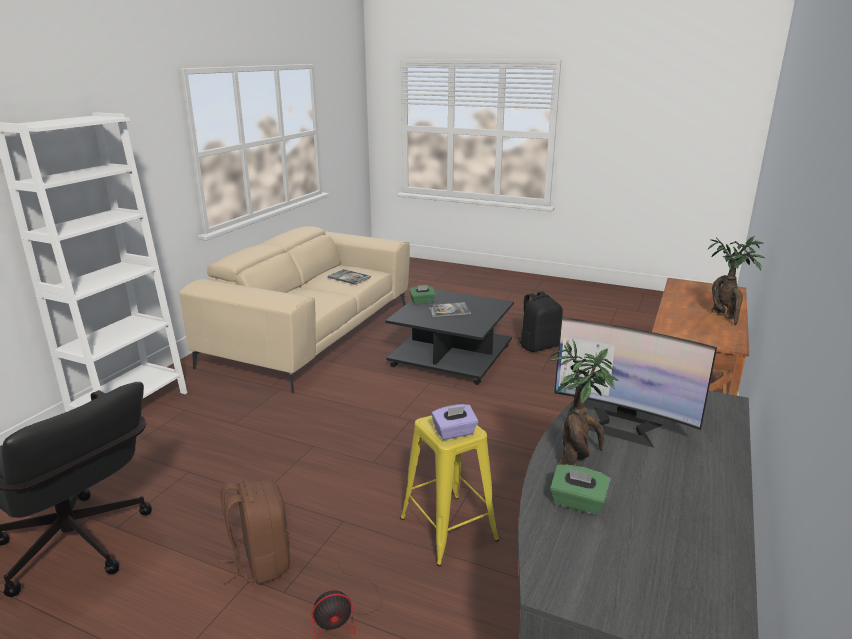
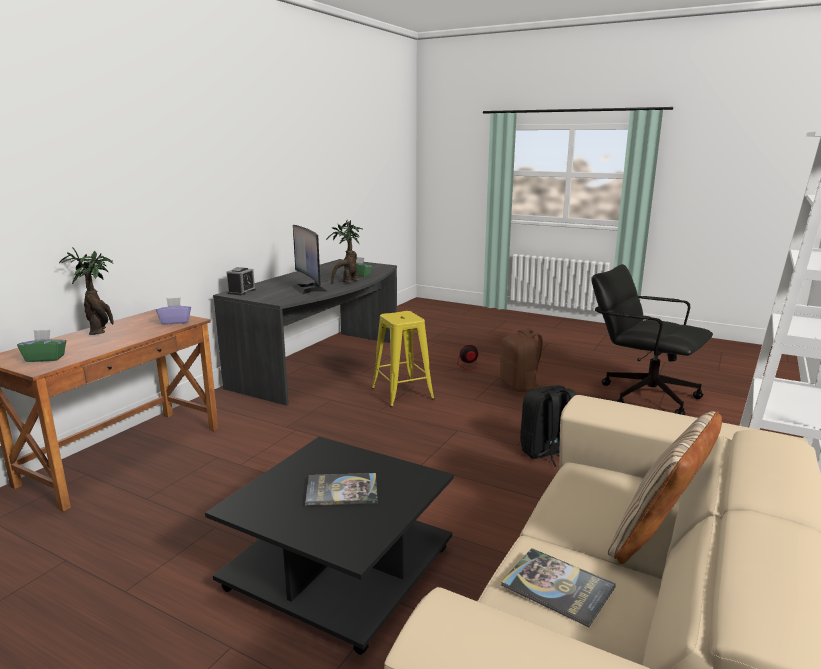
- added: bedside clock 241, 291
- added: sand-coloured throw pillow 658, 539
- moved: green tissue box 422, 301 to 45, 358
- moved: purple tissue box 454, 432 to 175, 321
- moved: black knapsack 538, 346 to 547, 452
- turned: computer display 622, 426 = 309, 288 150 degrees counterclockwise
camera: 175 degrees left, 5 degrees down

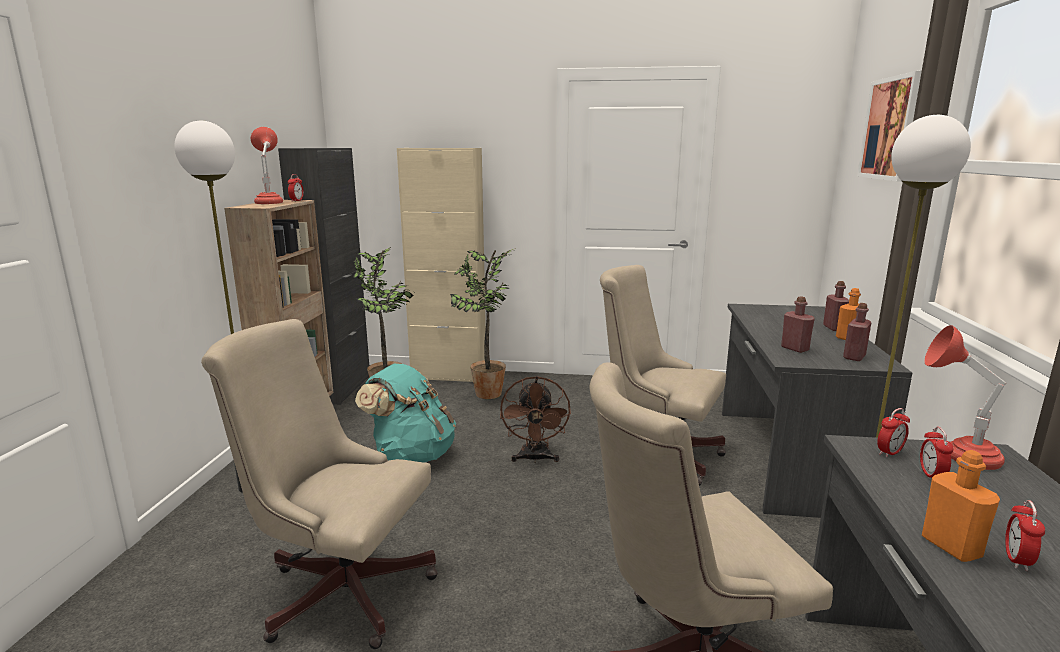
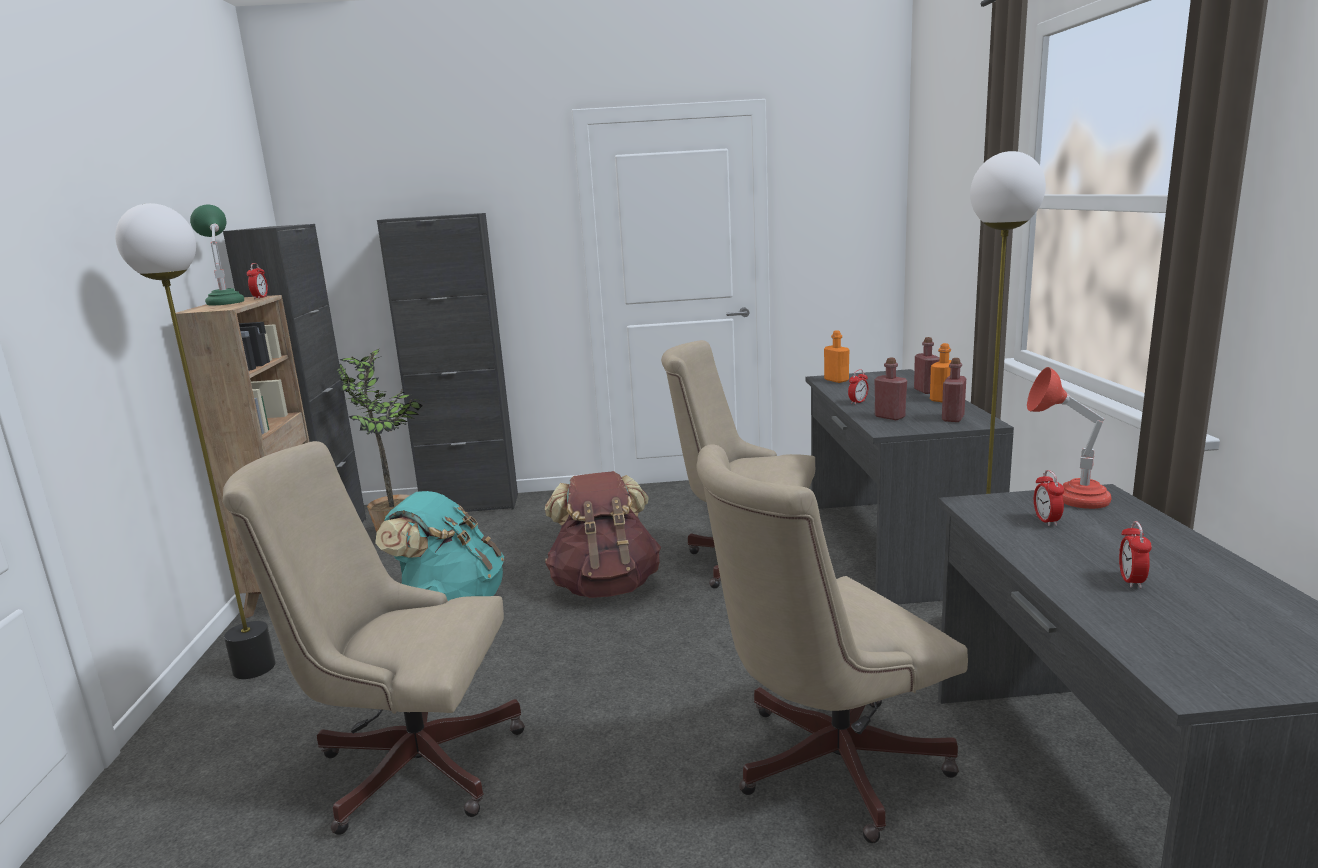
- removed: plant in a pot 488, 395
- removed: wall art 891, 128
- moved: bedside clock 889, 453 to 858, 402
- moved: orange-coloured drink bottle 951, 546 to 836, 380
- replaced: brown-coloured cooling fan 535, 459 to brown-coloured knapsack 606, 586
- recoloured: reddish table lamp 270, 202 to green table lamp 225, 302
- recoloured: sand-coloured cupboard 449, 375 to black cupboard 471, 505
camera: 10 degrees left, 0 degrees up

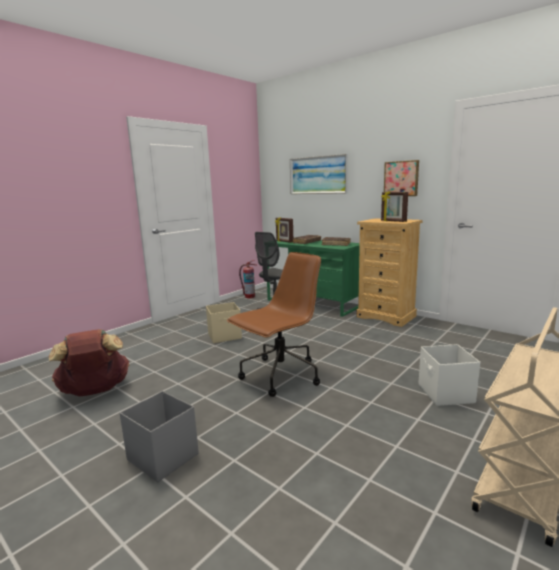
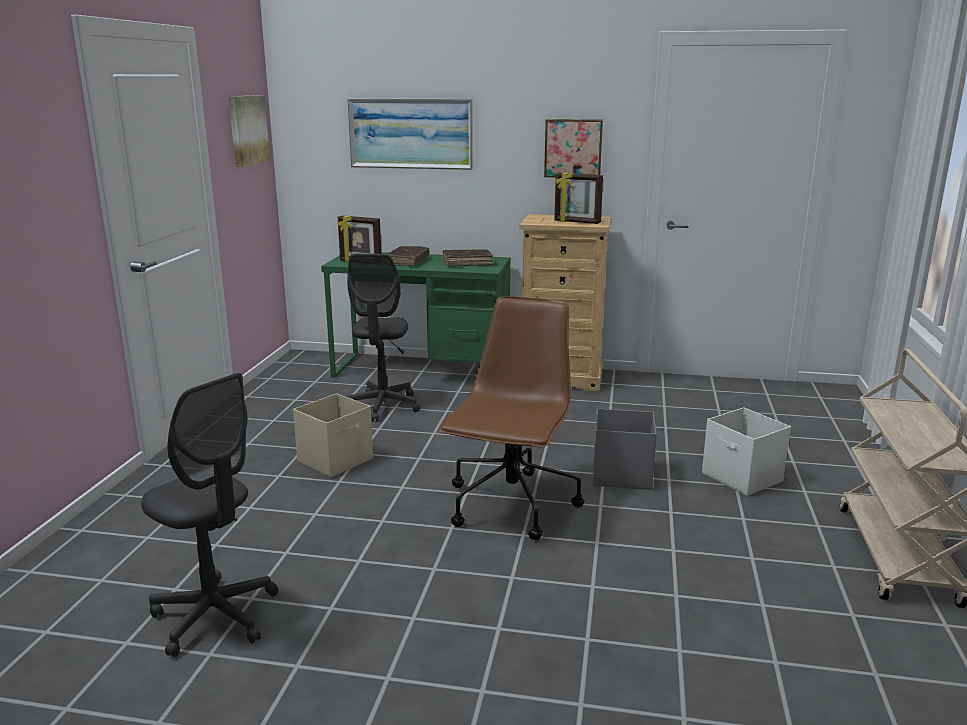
- removed: extinguisher 249, 296
- added: wall art 247, 130
- moved: greyish storage box 163, 456 to 620, 475
- replaced: brown-coloured knapsack 95, 391 to greyish desk chair 215, 616
camera: 30 degrees left, 5 degrees up

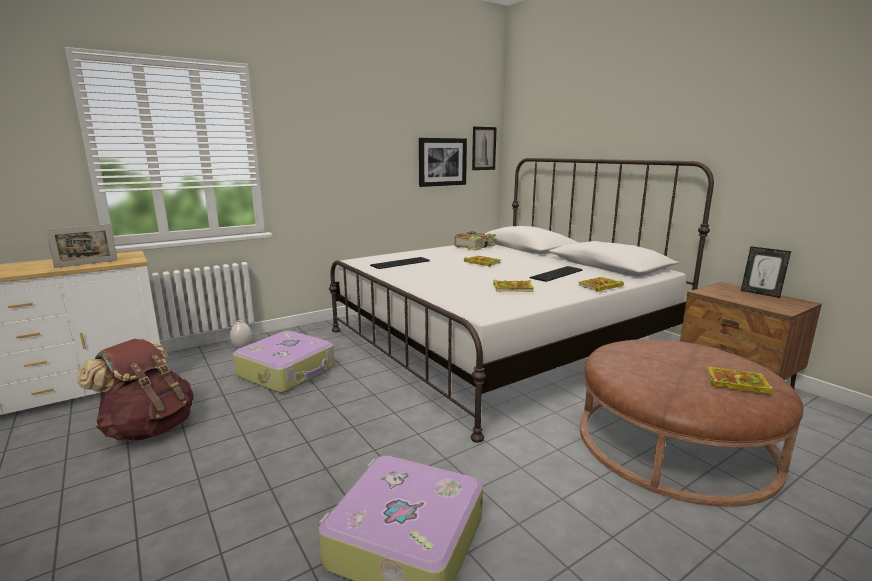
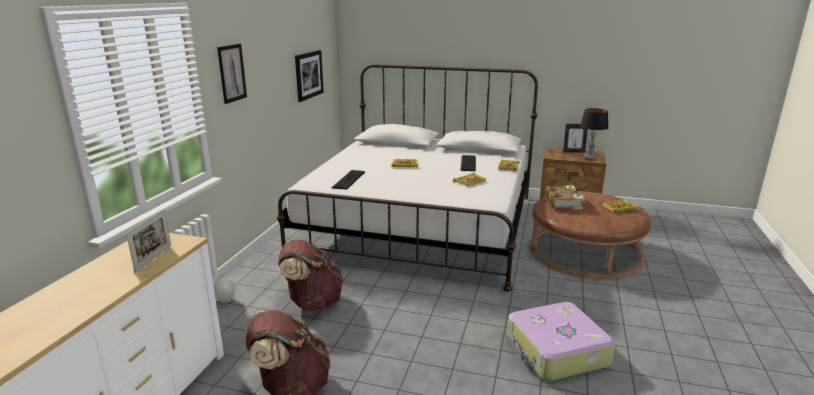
- added: table lamp 589, 158
- moved: volume 475, 246 to 563, 203
- moved: wall art 484, 148 to 232, 73
- replaced: travel case 287, 372 to brown-coloured knapsack 312, 302
camera: 40 degrees left, 5 degrees up

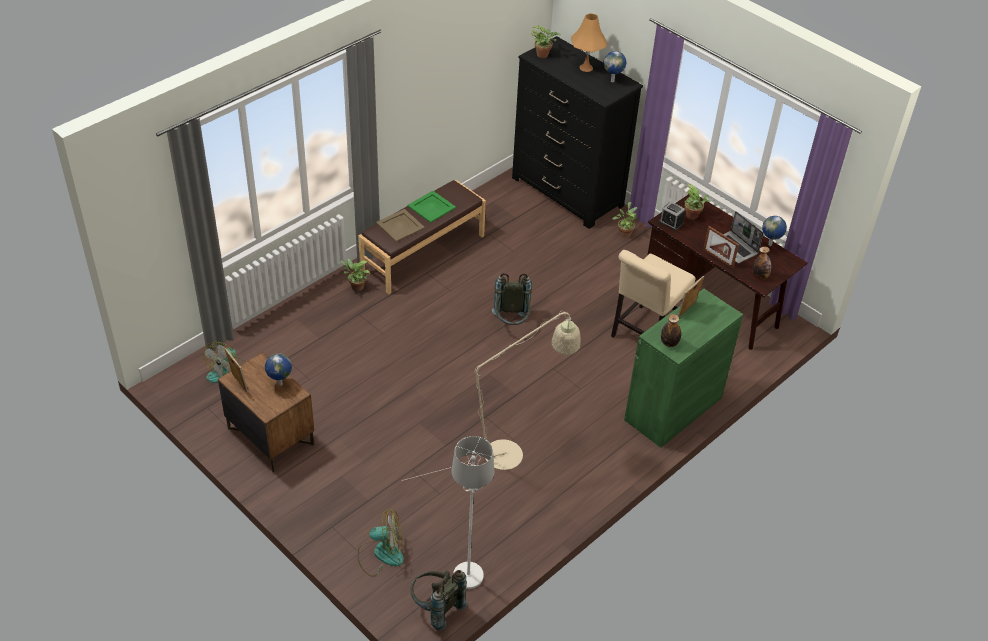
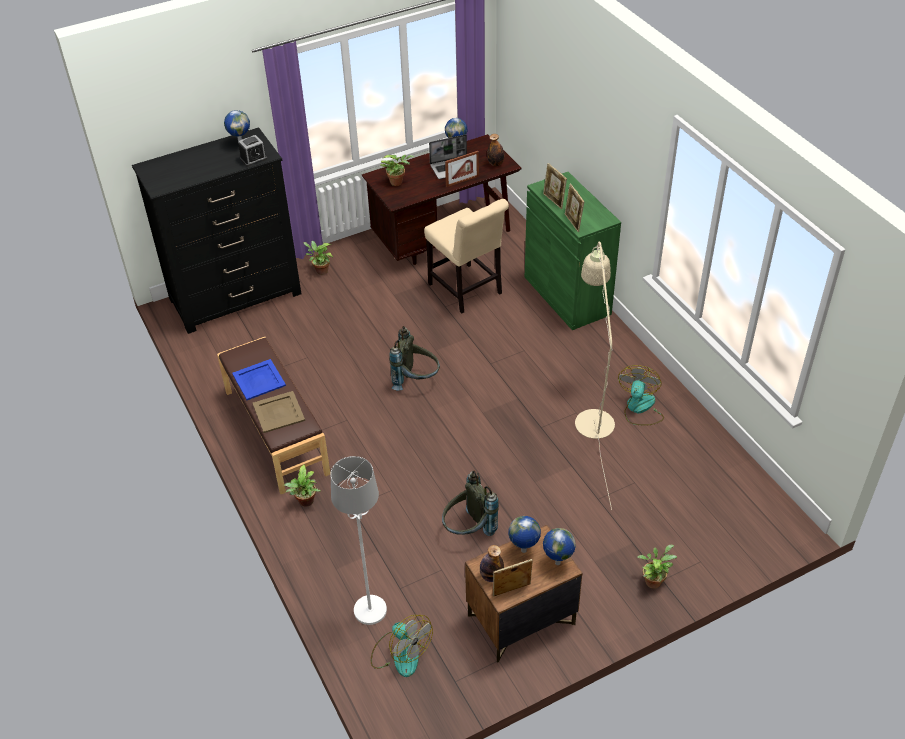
- removed: orange-coloured table lamp 586, 67
- added: world globe 557, 563
- added: standing frame 573, 223
- moved: cooling fan 381, 554 to 639, 409
- moved: greyish knapsack 436, 608 to 468, 530
- moved: white standing lamp 468, 575 to 370, 610
- moved: plant in a pot 544, 55 to 653, 580
- moved: bedside clock 671, 223 to 253, 159
- moved: drink bottle 669, 343 to 491, 576
- recoloured: green serving tray 432, 207 to bluish serving tray 259, 379
camera: 70 degrees left, 0 degrees up

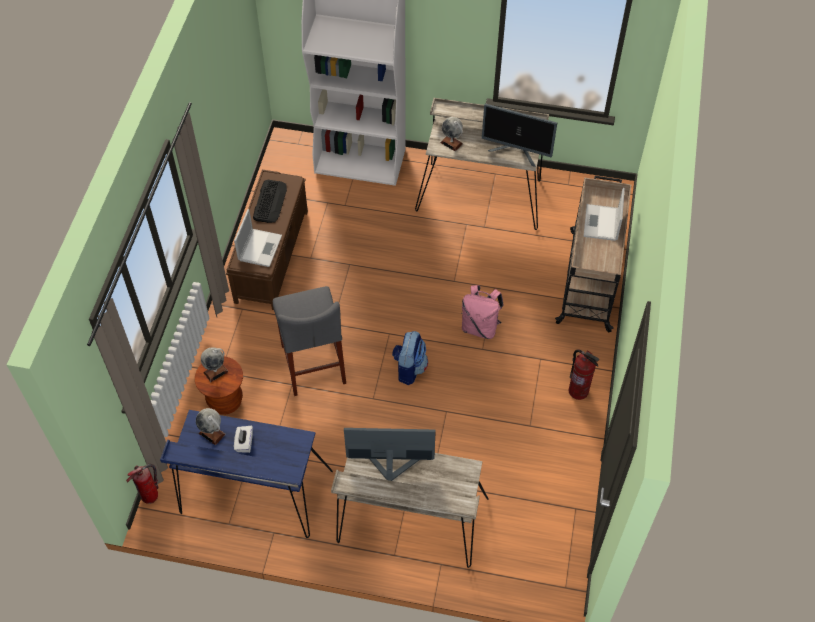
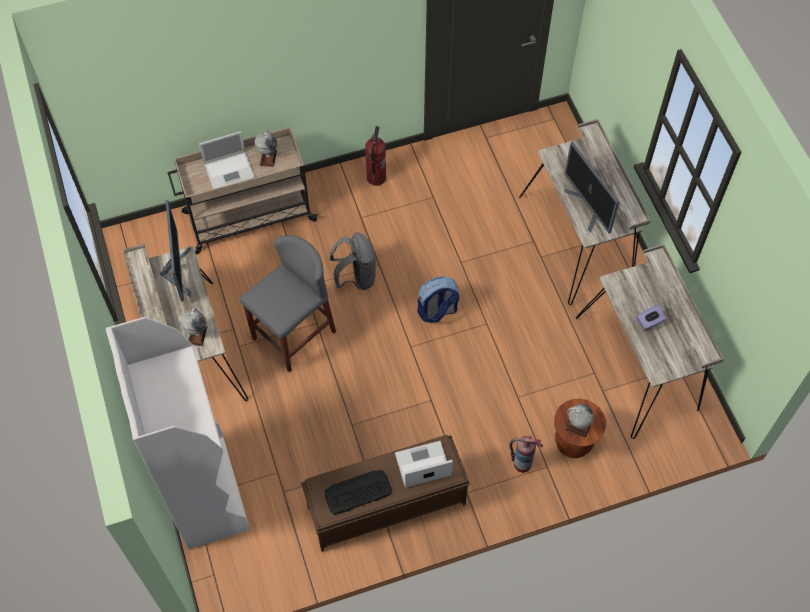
- moved: extinguisher 150, 496 to 522, 463
- moved: world globe 212, 433 to 268, 157
- moved: greyish stool seat 313, 364 to 294, 335
- recoloured: bluish desk 253, 494 to sand-coloured desk 640, 365
- recoloured: white tissue box 244, 443 to purple tissue box 649, 322
- recoloured: pink knapsack 480, 327 to greyish knapsack 356, 277
camera: 120 degrees left, 5 degrees up

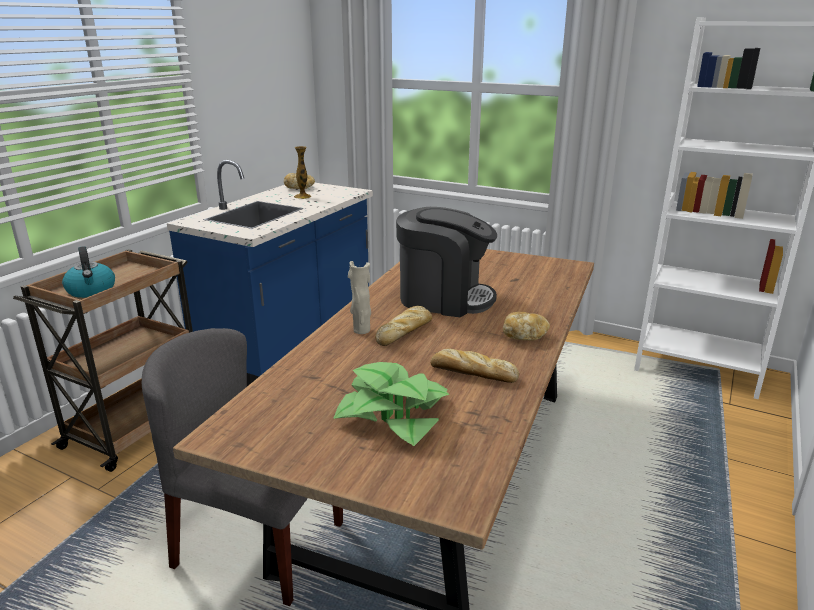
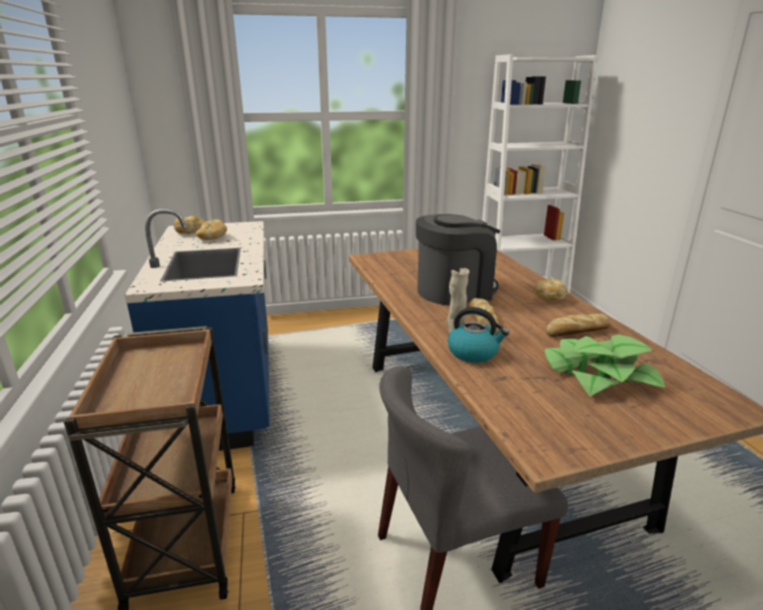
- moved: water kettle 91, 290 to 474, 352
- replaced: vase 302, 196 to baked bread 212, 238
camera: 40 degrees left, 0 degrees up

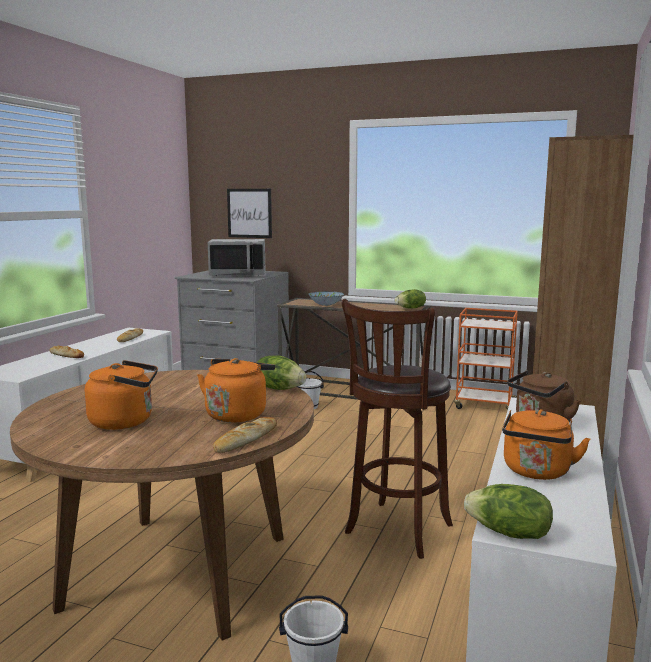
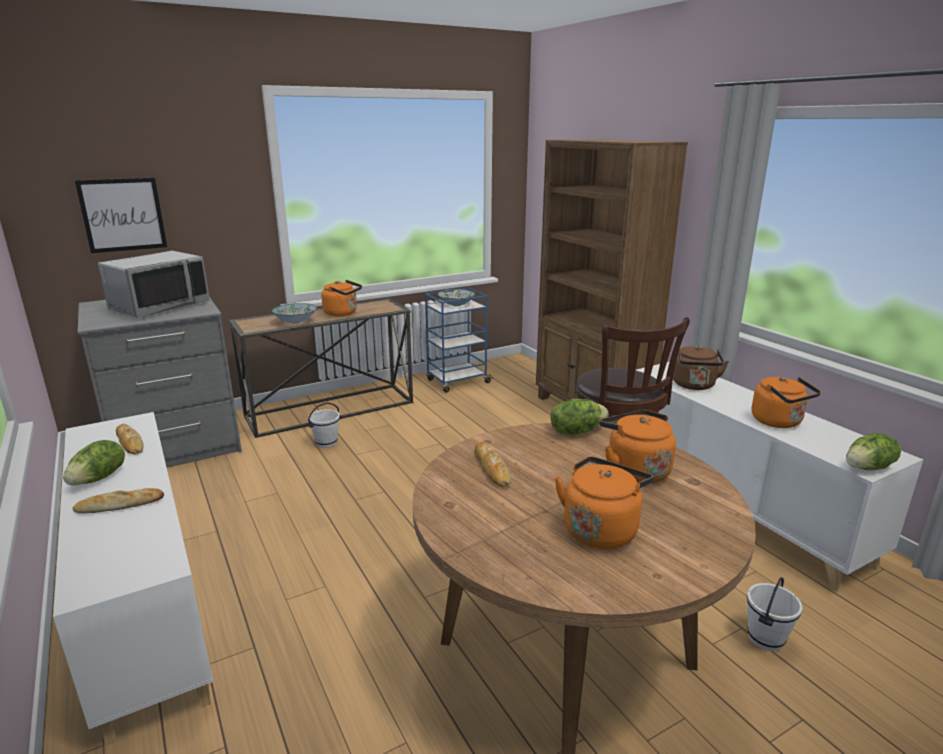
- added: orange-coloured water kettle 342, 313
- added: bowl 456, 304
- moved: baked bread 246, 439 to 492, 468
- moved: head of lettuce 411, 308 to 99, 478
- recoloured: orange-coloured trolley 484, 405 to bluish trolley 457, 382
camera: 50 degrees left, 10 degrees up

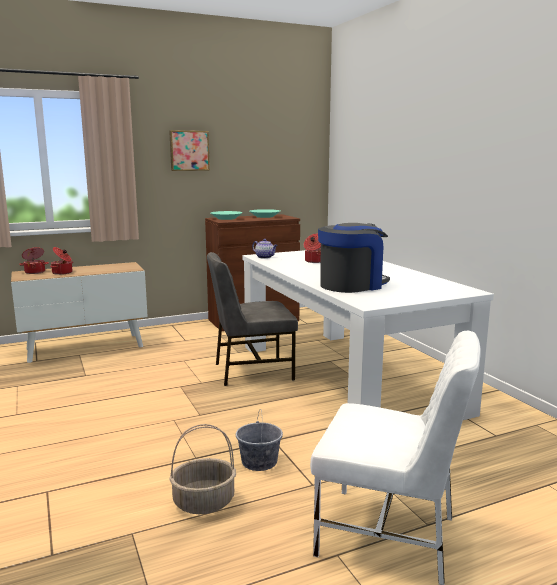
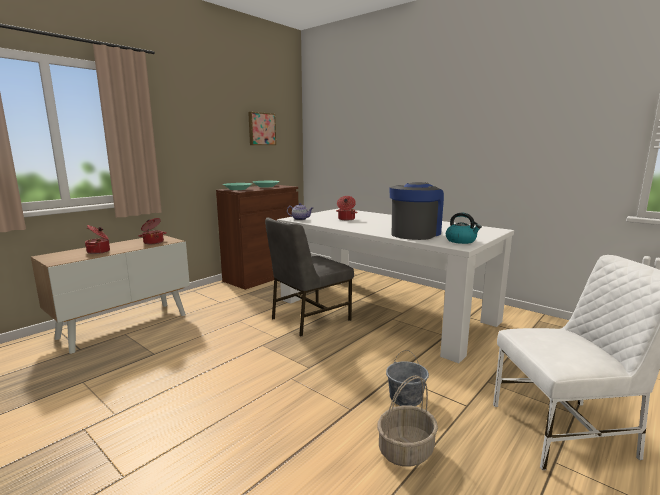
- added: water kettle 461, 241
- moved: cooking pot 35, 272 to 153, 242
- moved: wall art 189, 150 to 261, 129
camera: 25 degrees left, 0 degrees up

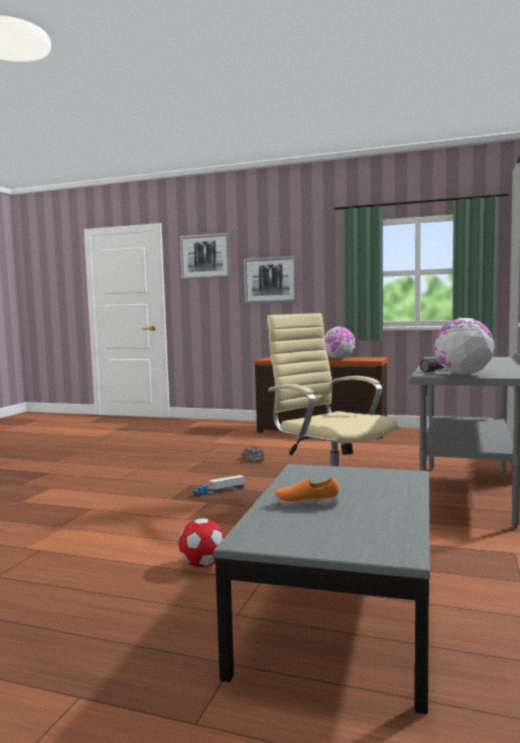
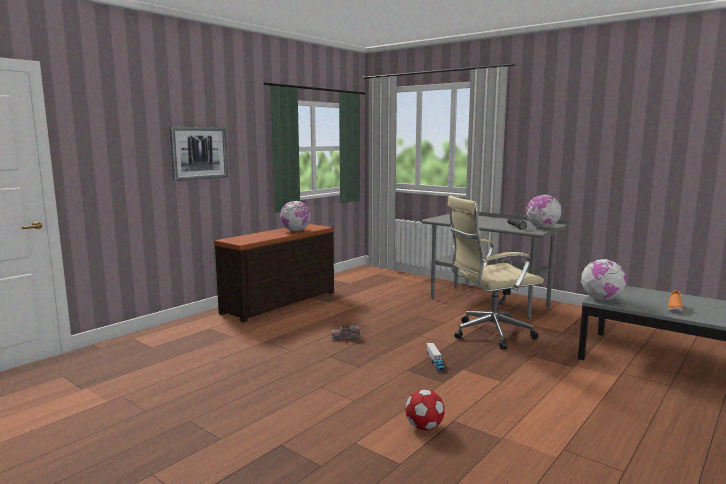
- removed: wall art 205, 256
- added: world globe 601, 299
- moved: football ball 203, 565 to 424, 427
camera: 70 degrees left, 5 degrees up

